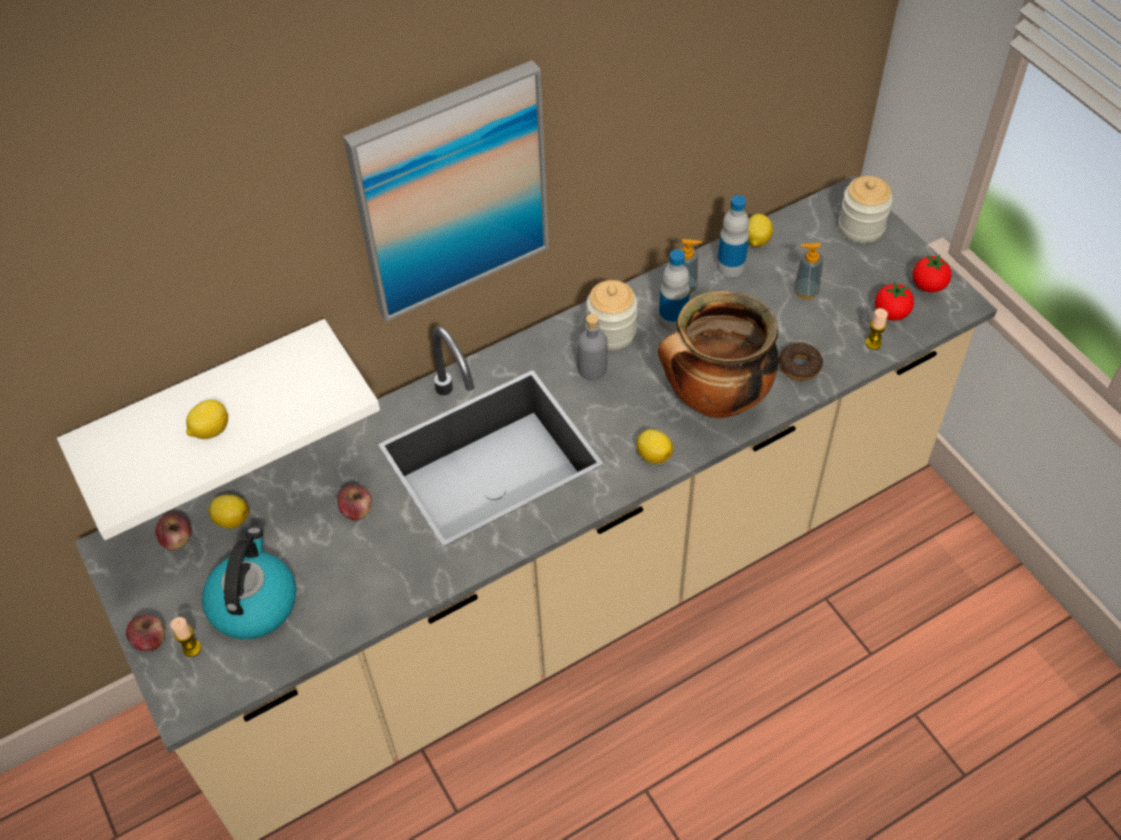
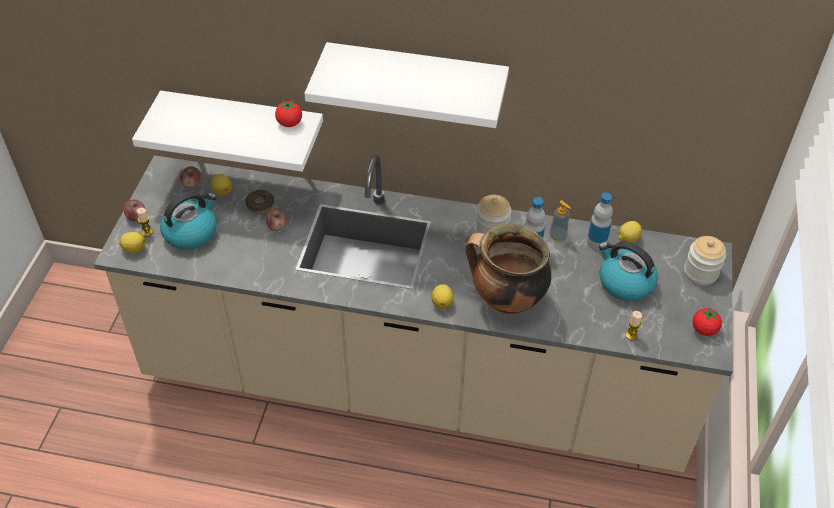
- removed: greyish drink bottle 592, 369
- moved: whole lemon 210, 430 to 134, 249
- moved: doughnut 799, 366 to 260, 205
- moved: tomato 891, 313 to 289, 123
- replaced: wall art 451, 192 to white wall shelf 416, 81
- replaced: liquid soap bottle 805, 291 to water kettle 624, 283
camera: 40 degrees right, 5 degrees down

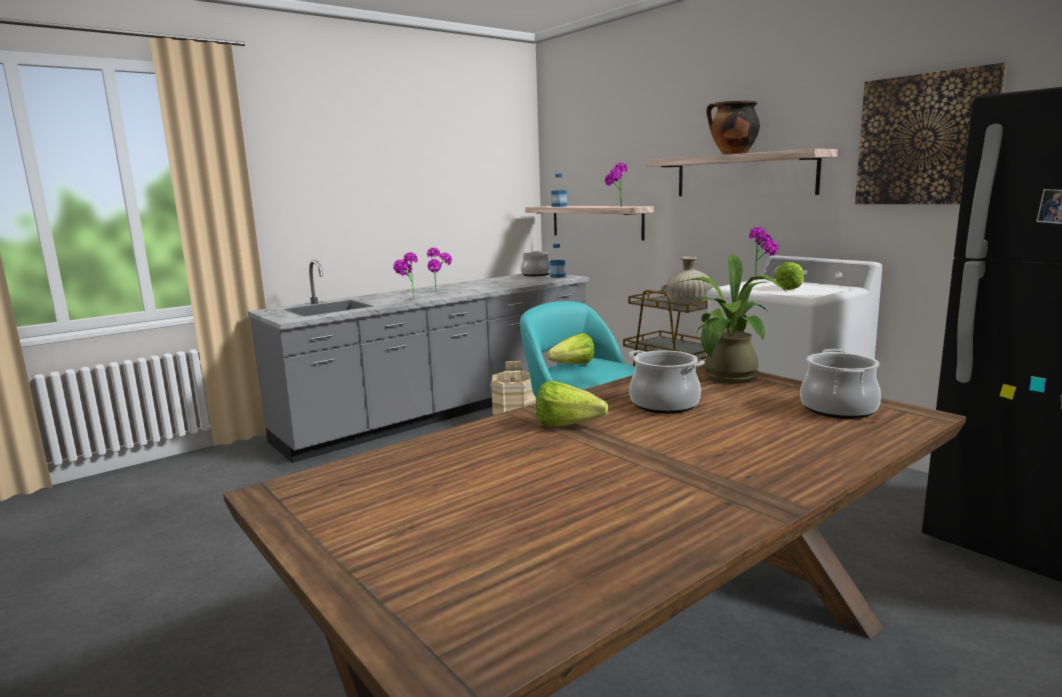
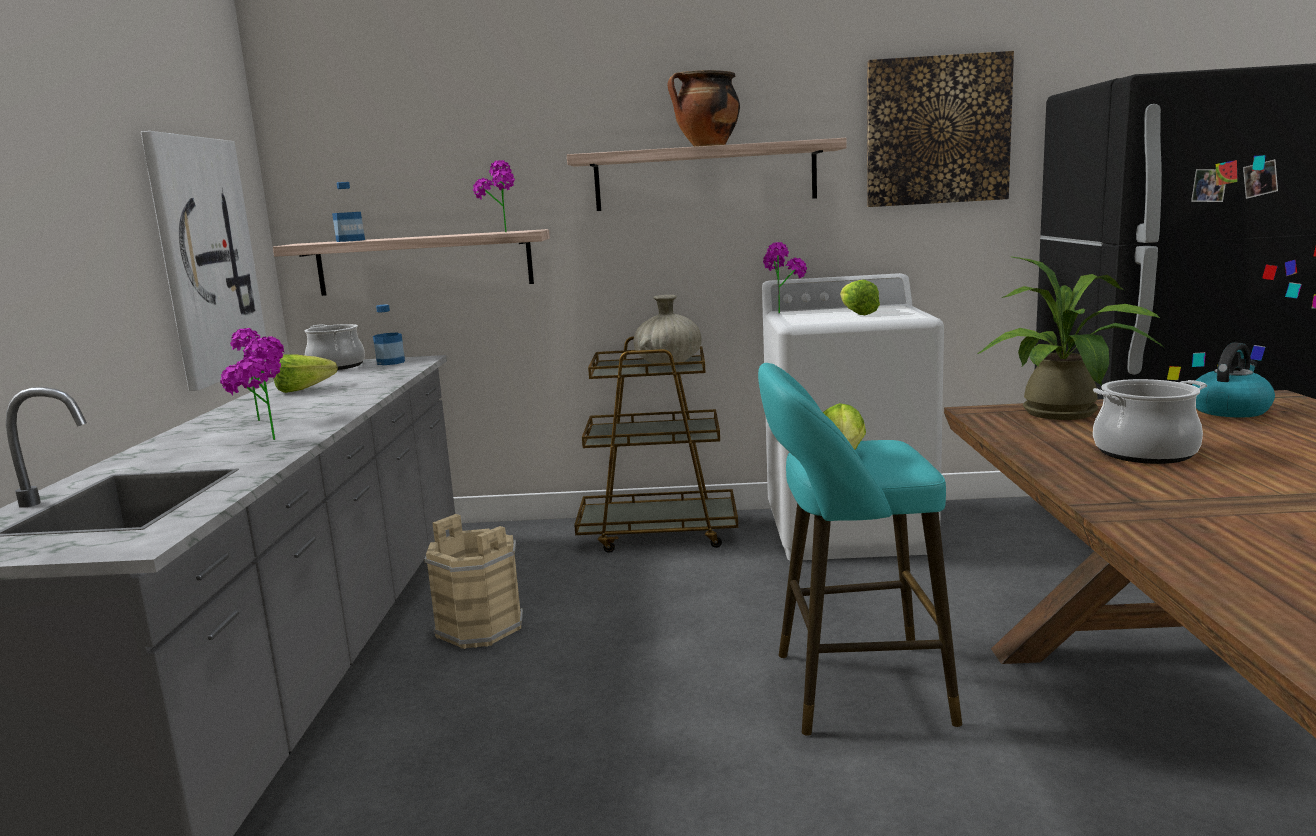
- added: wall art 206, 259
- moved: head of lettuce 572, 426 to 308, 389
- replaced: cooking pot 838, 409 to water kettle 1229, 410
camera: 50 degrees left, 0 degrees up

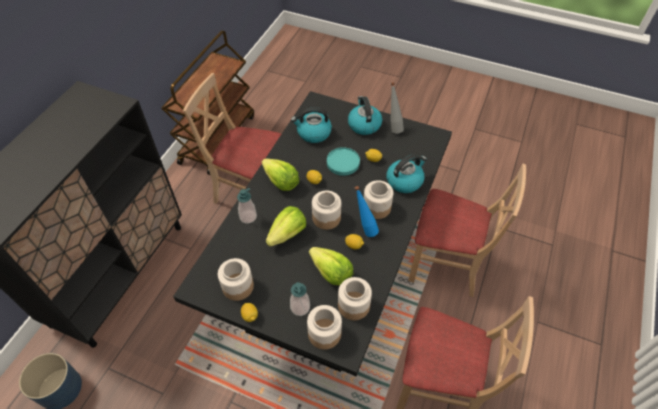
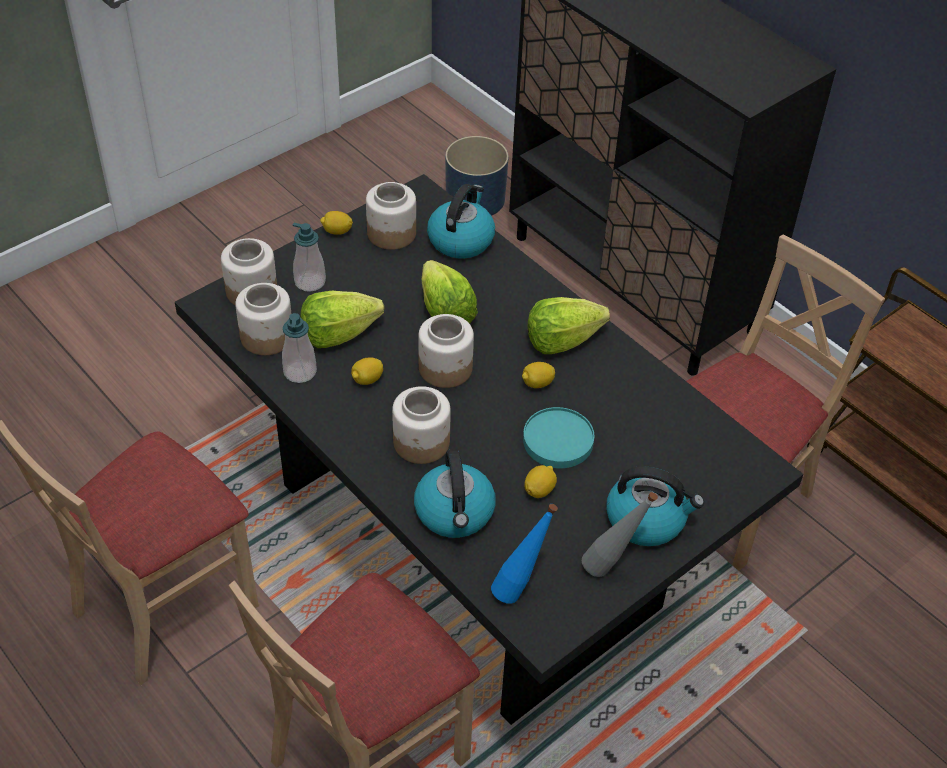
- moved: liquid soap bottle 248, 217 to 300, 372
- moved: water kettle 313, 133 to 461, 239
- moved: bluish drink bottle 364, 229 to 520, 588
camera: 115 degrees right, 5 degrees down

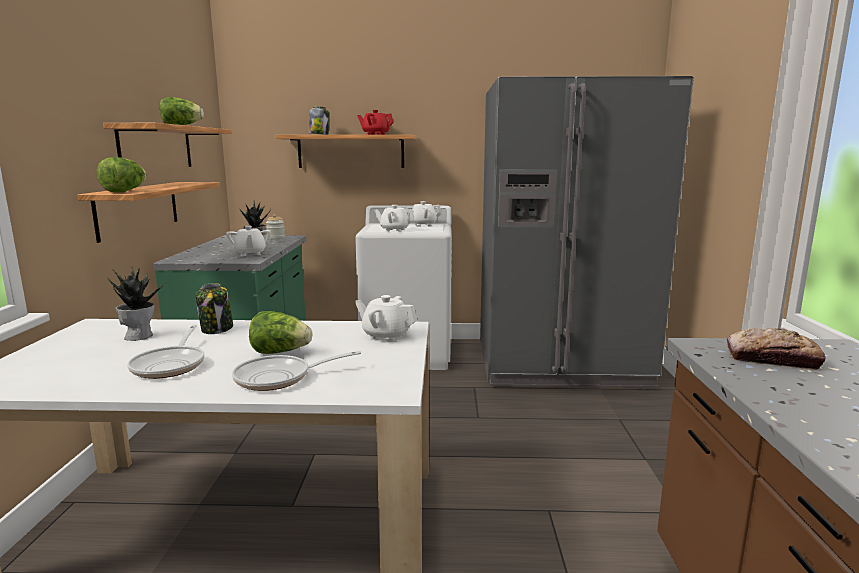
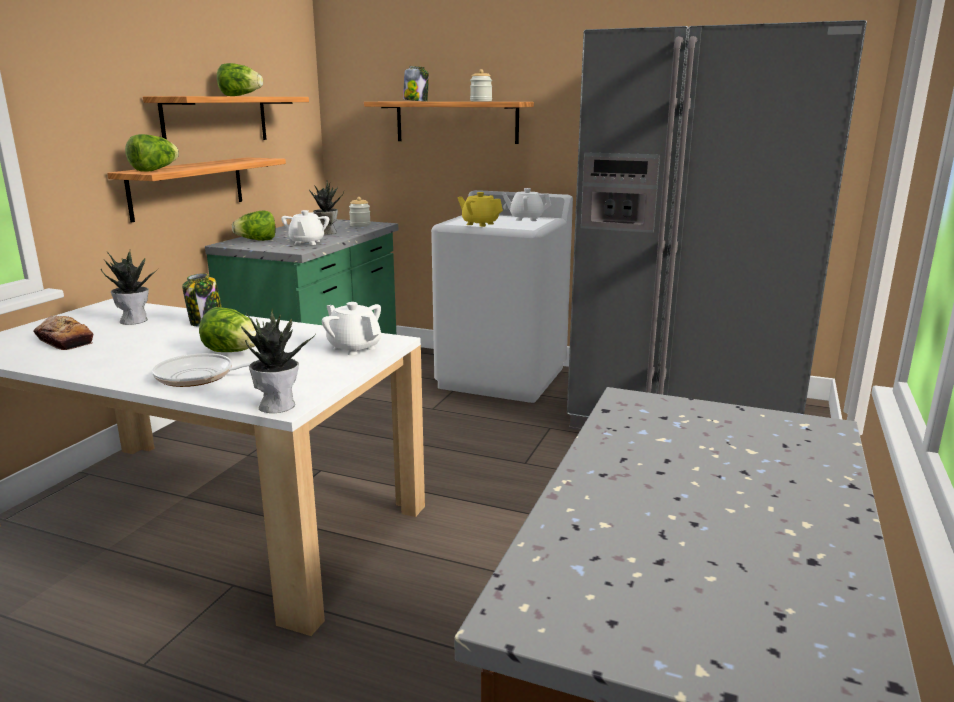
- removed: pan 171, 365
- added: head of lettuce 257, 240
- added: plant in a pot 278, 405
- moved: baked bread 771, 359 to 64, 341
- replaced: reddish teapot 375, 134 to preserve jar 481, 101
- recoloured: white teapot 394, 230 to yellow-coloured teapot 480, 224
camera: 20 degrees right, 5 degrees up

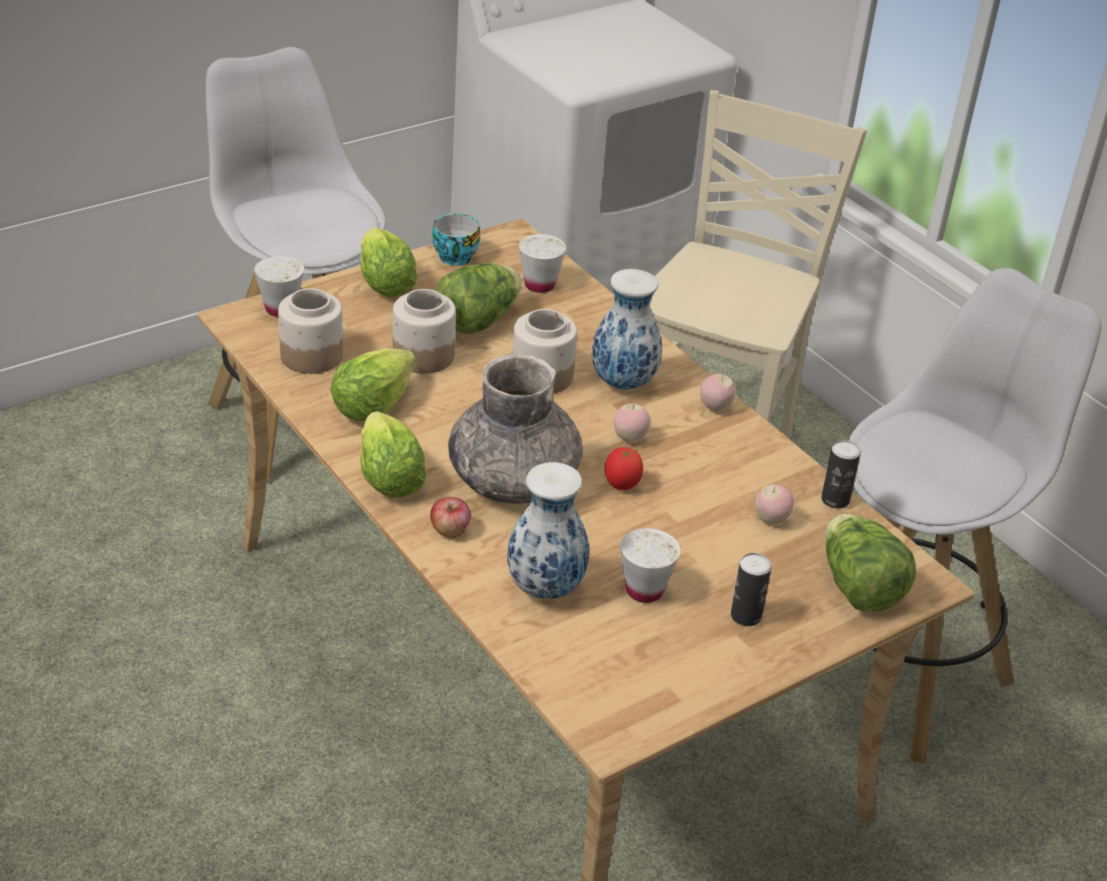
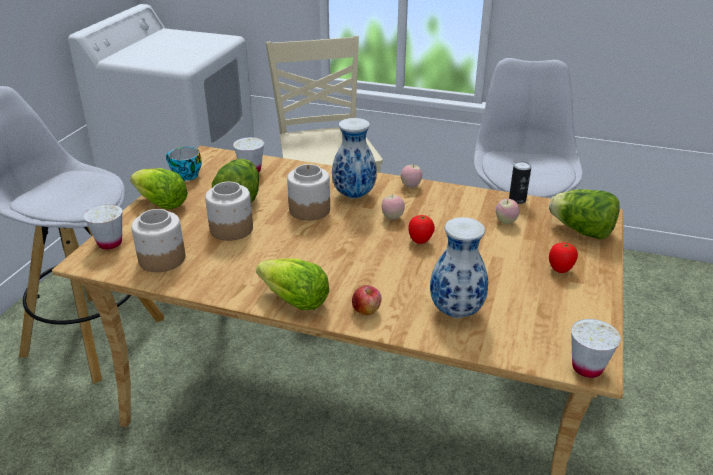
- removed: head of lettuce 372, 406
- removed: greyish vase 513, 480
- moved: white small cup 644, 590 to 587, 368
- replaced: sealed can 746, 616 to tomato 560, 270
camera: 35 degrees left, 5 degrees down

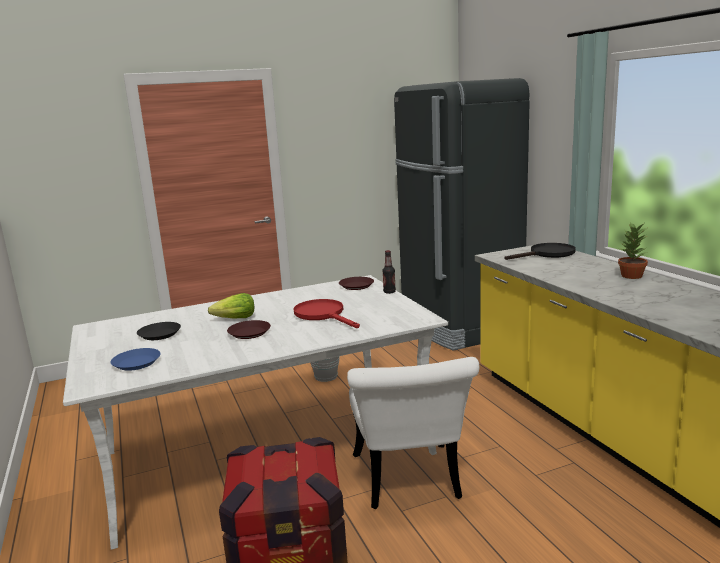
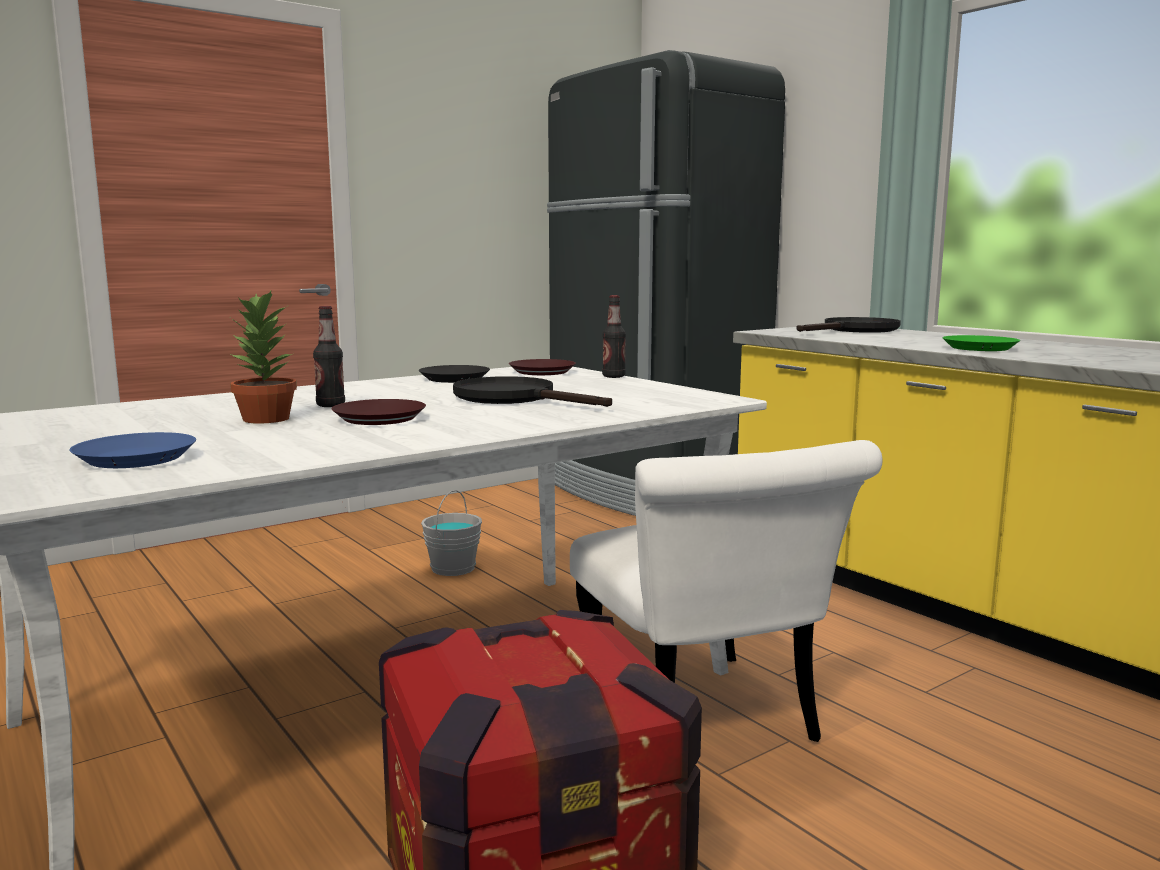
- added: green dinner plate 980, 348
- moved: black dinner plate 160, 334 to 455, 379
- moved: plant in a pot 631, 276 to 265, 419
- replaced: head of lettuce 235, 319 to drink bottle 330, 405
- recoloured: reddish pan 323, 315 to black pan 515, 398
camera: 15 degrees left, 5 degrees down

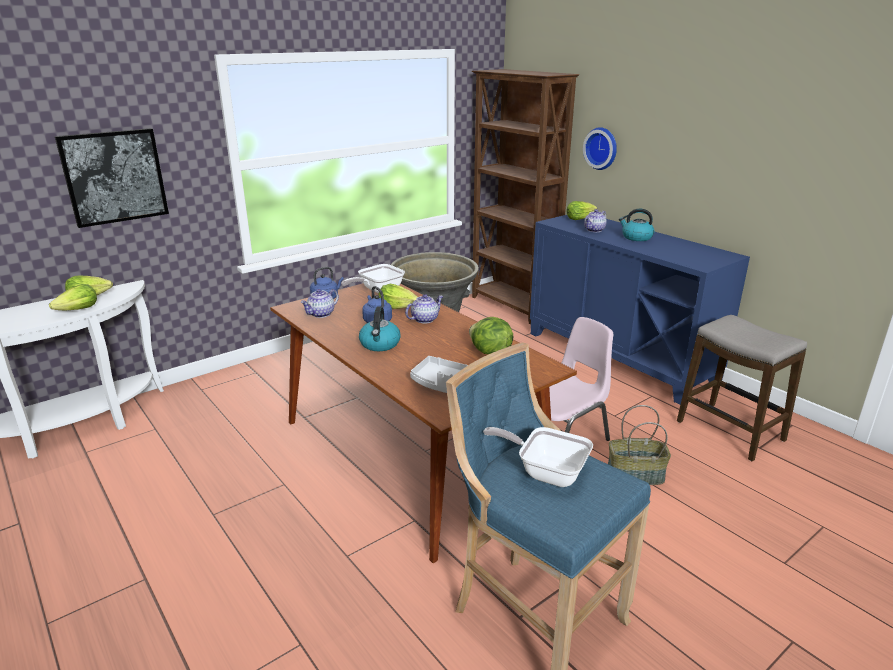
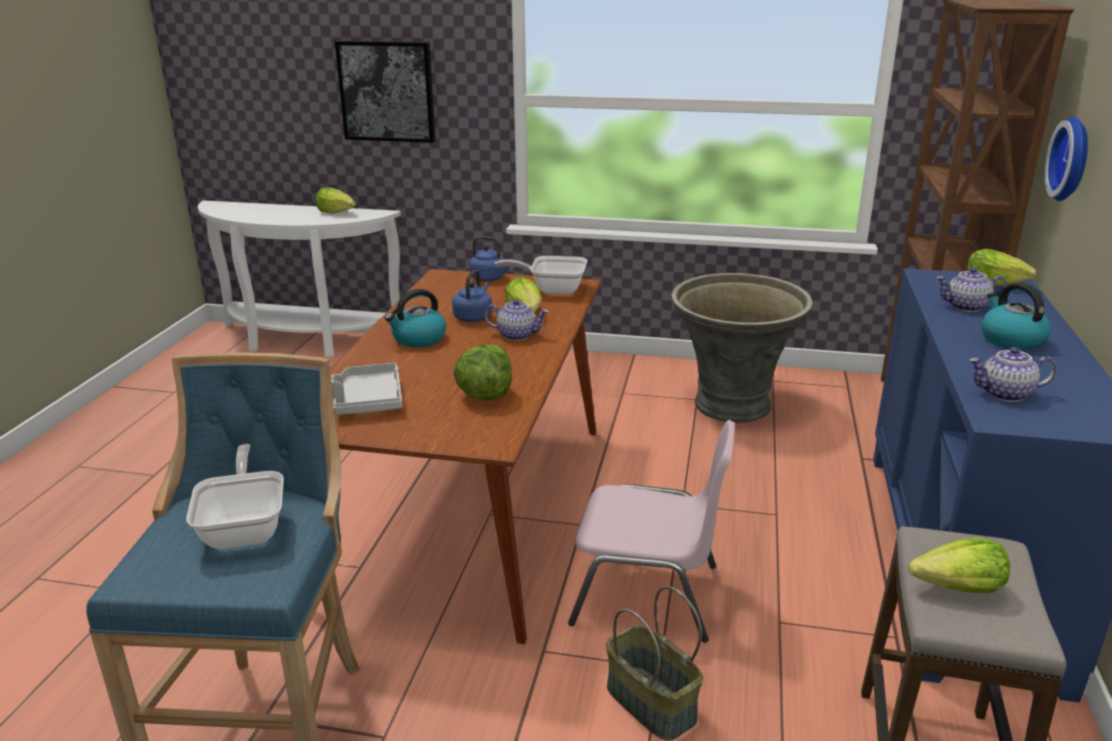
- moved: head of lettuce 78, 310 to 959, 589
- moved: teapot 321, 314 to 1005, 394
camera: 50 degrees right, 0 degrees up

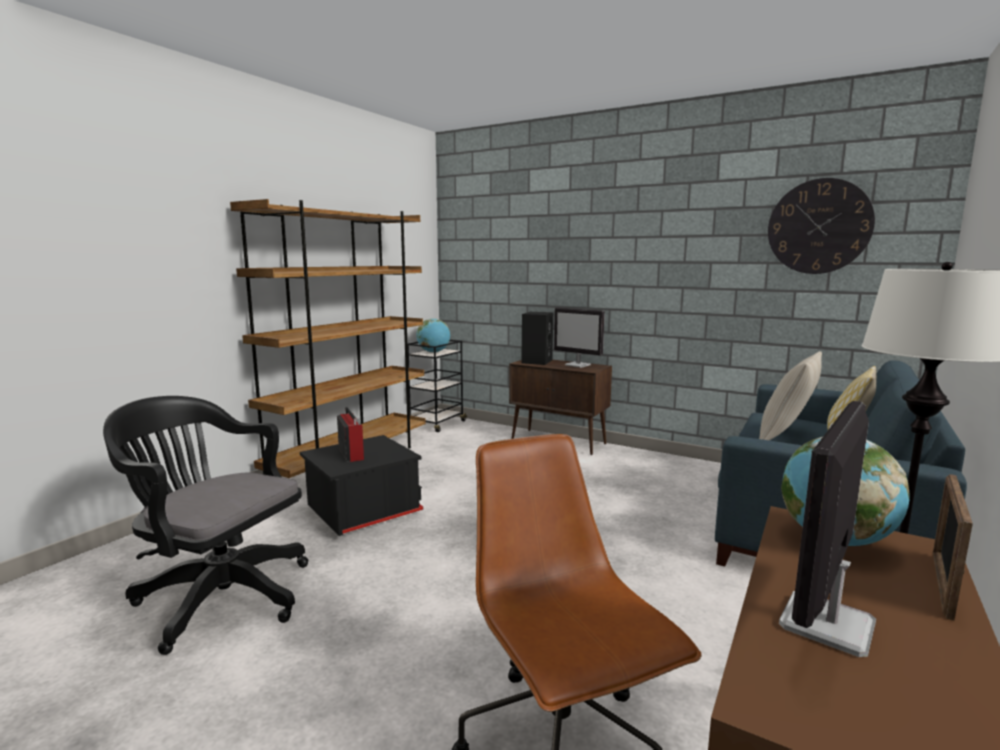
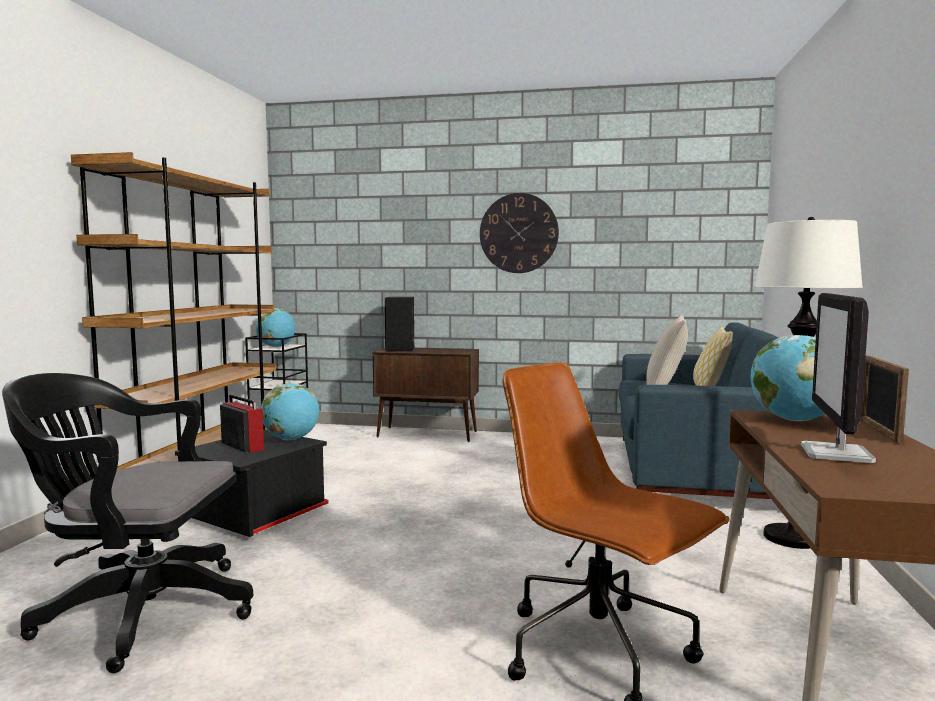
- removed: computer display 578, 365
- added: world globe 291, 439
- moved: wall clock 819, 226 to 518, 233
camera: 20 degrees left, 5 degrees down

